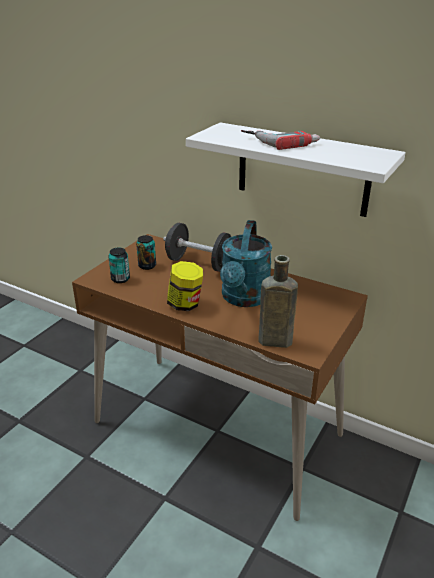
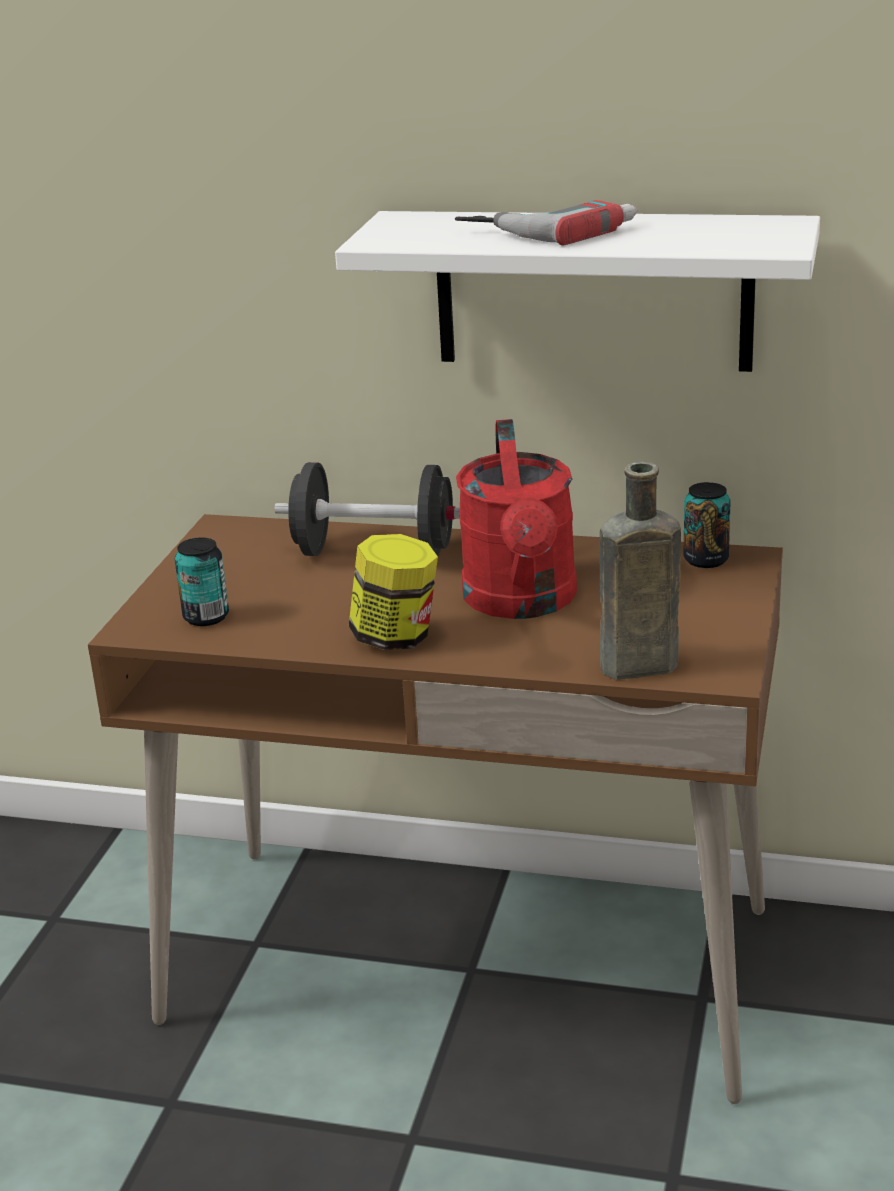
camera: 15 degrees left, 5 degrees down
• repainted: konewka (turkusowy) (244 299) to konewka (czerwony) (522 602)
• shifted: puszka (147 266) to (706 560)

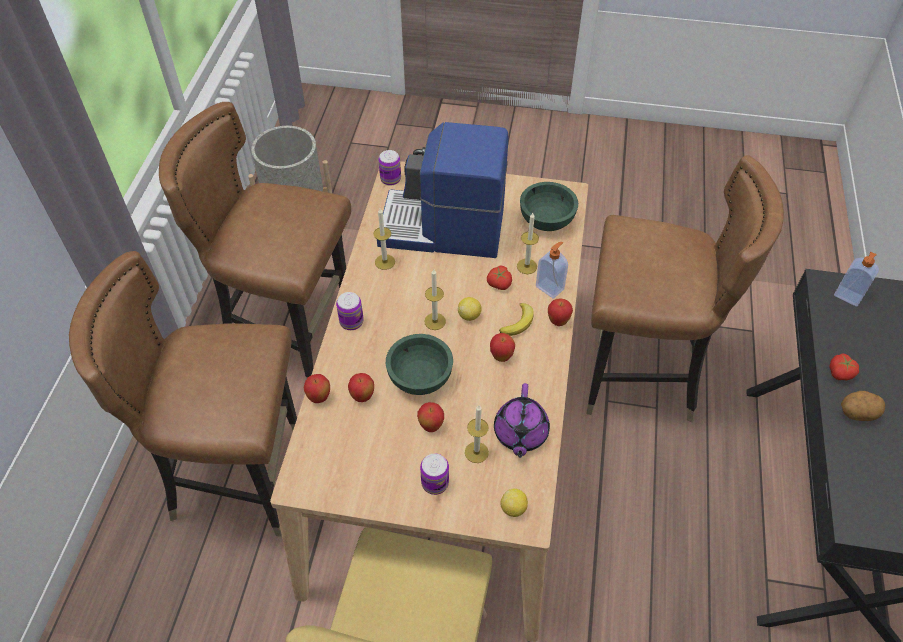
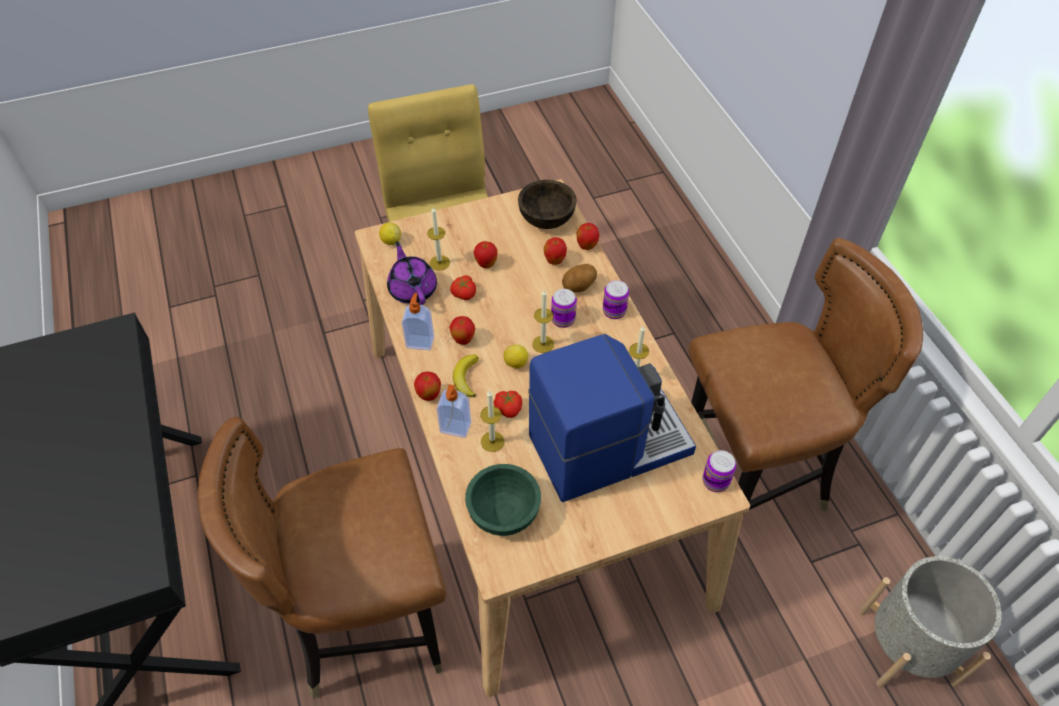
camera: 150 degrees right, 0 degrees up
• shifted: dozownik mydła (847 296) to (420 341)
• shifted: pomidor (841 373) to (463 294)
• new: miska (brązowy) (547 218)
• shifted: puszka (435 483) to (563 319)
• shifted: ziemniak (857 413) to (579 287)
• gone: krzesło (brązowy) (240 477)
• gone: miska (zielony) (420 377)

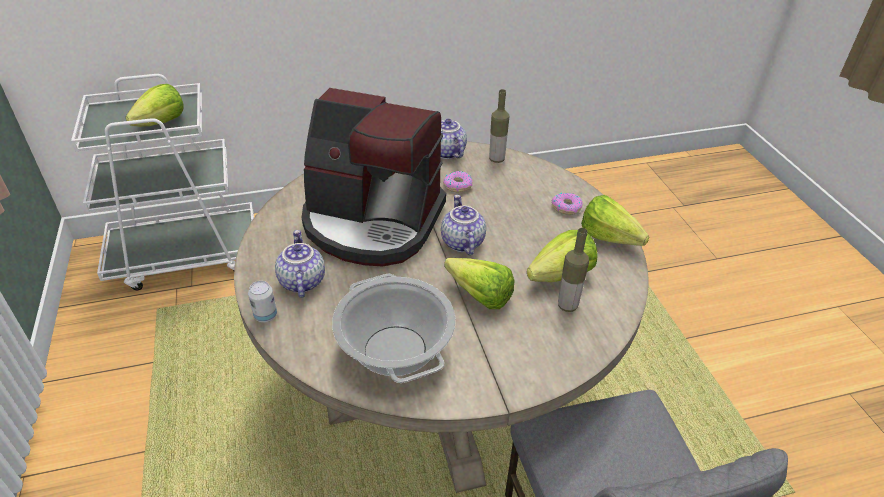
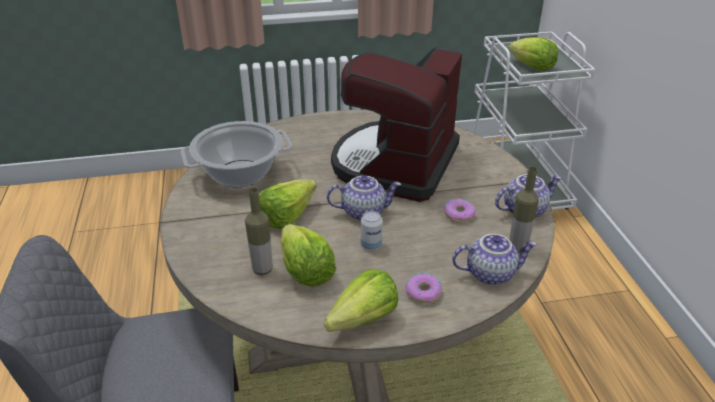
camera: 95 degrees right, 5 degrees down
• shifted: puszka (265 316) to (371 245)
• shifted: imbryk (301 281) to (490 273)

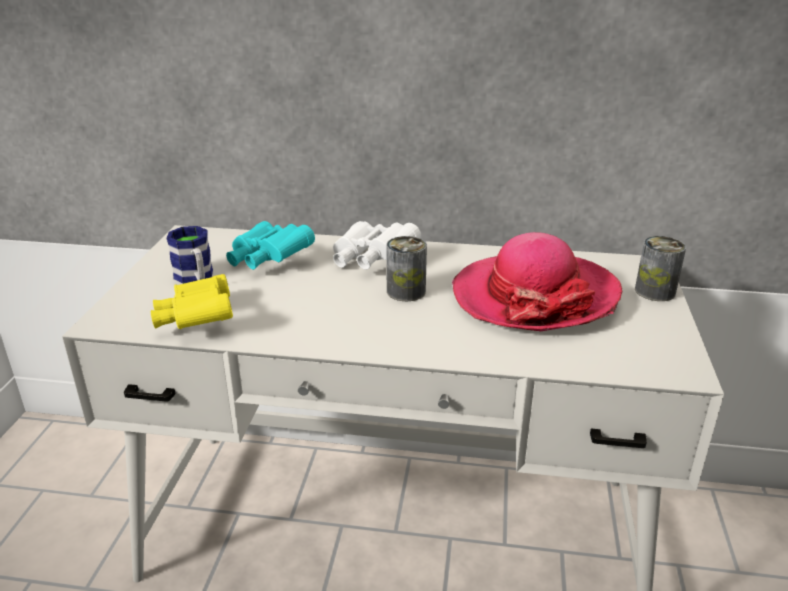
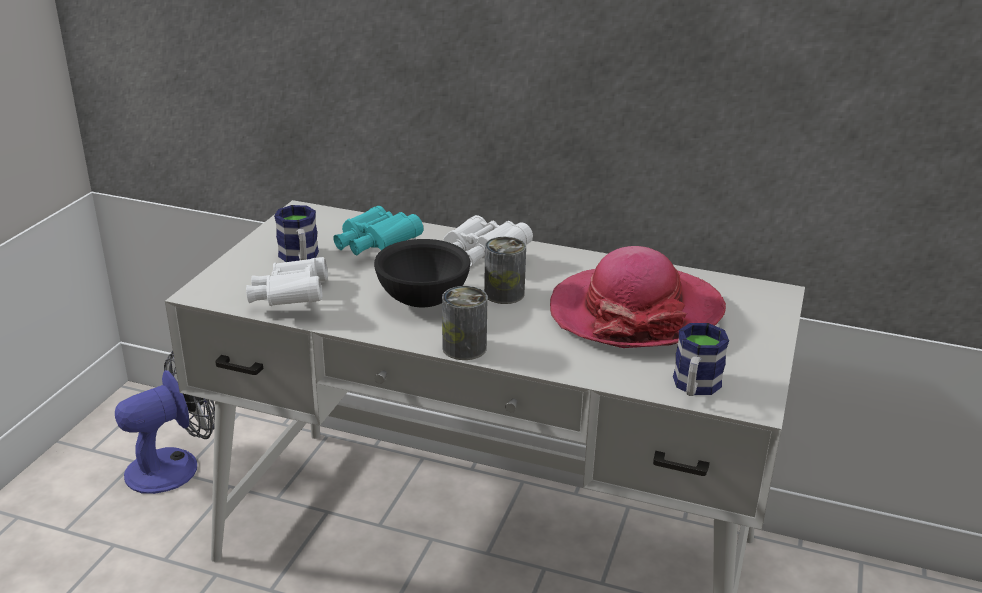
camera: 10 degrees right, 0 degrees up
• new: wentylator (174 465)
• repainted: lornetka (żółty) (197 320) to lornetka (biały) (291 300)
• new: miska (czarny) (424 299)
• shifted: puszka (655 291) to (464 348)
• new: kubek (694 387)

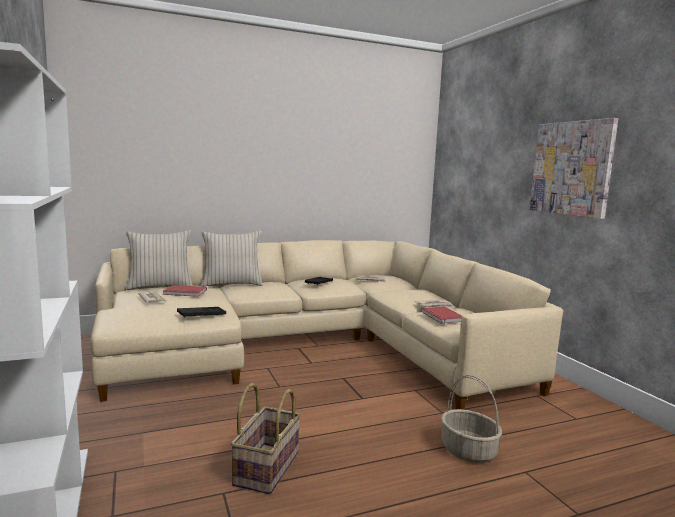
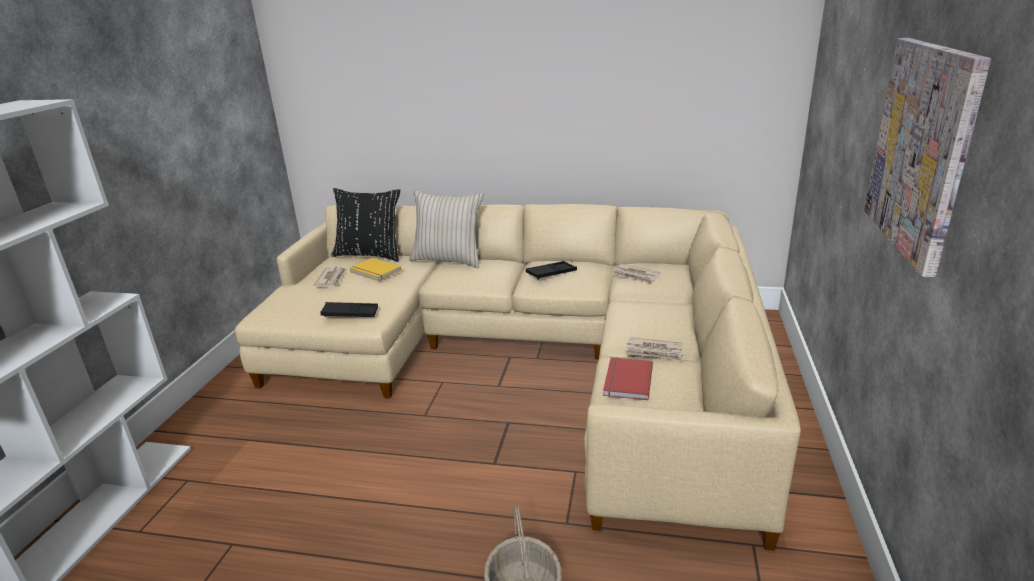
camera: 35 degrees right, 15 degrees up
• repainted: poduszka (beżowy) (160 286) to poduszka (czarny) (370 254)
• repainted: książka (czerwony) (184 292) to książka (żółty) (374 272)
• gone: koszyk (266 467)

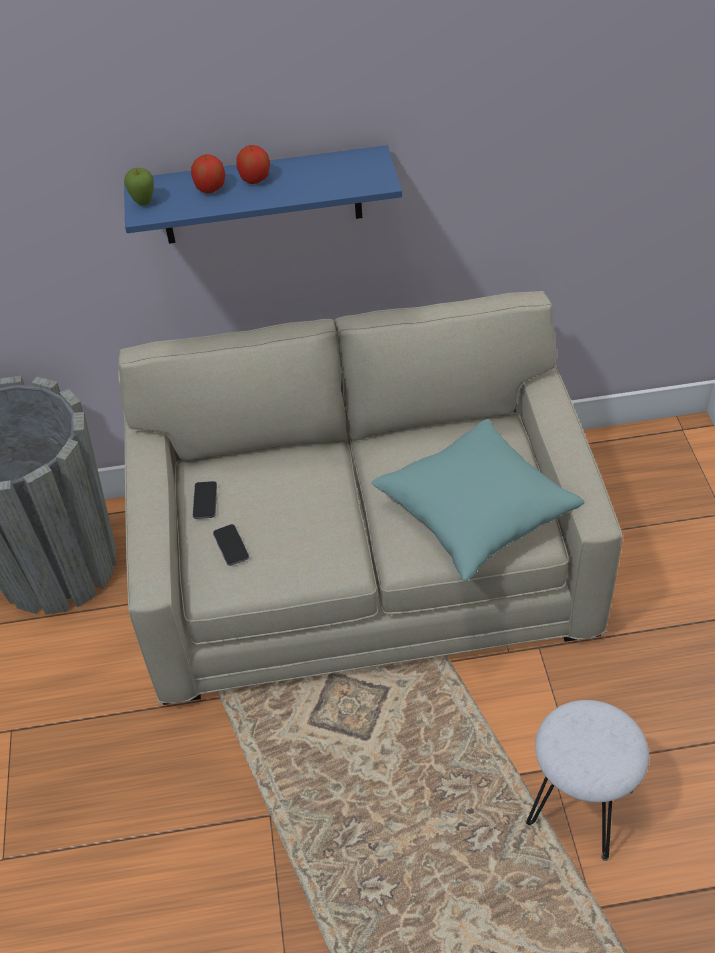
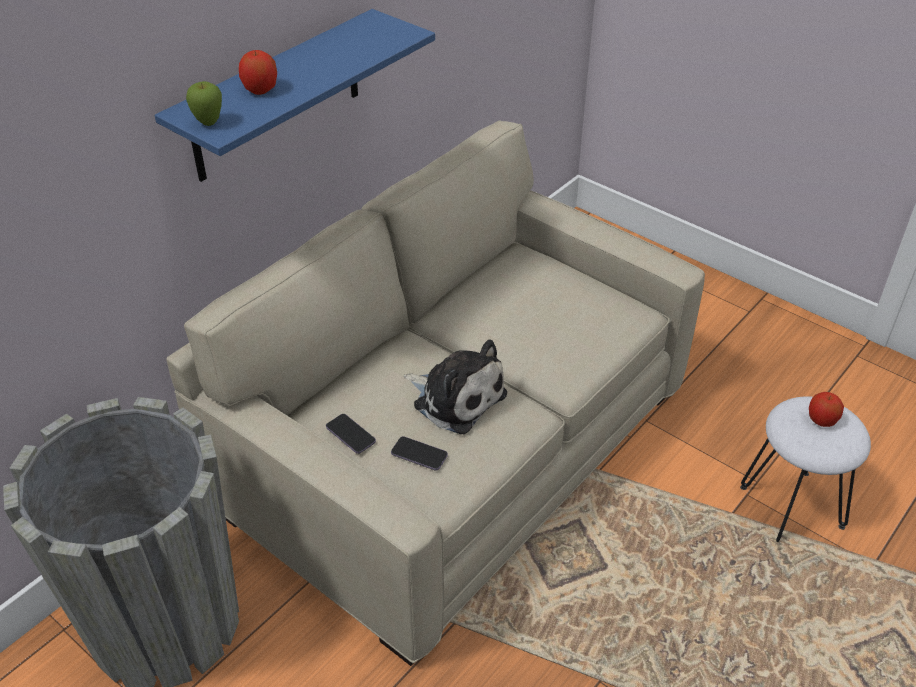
camera: 45 degrees left, 5 degrees down
• new: pluszak (456 398)
• shifted: jabłko (255 179) to (821 420)
• gone: poduszka (turkusowy) (475 512)

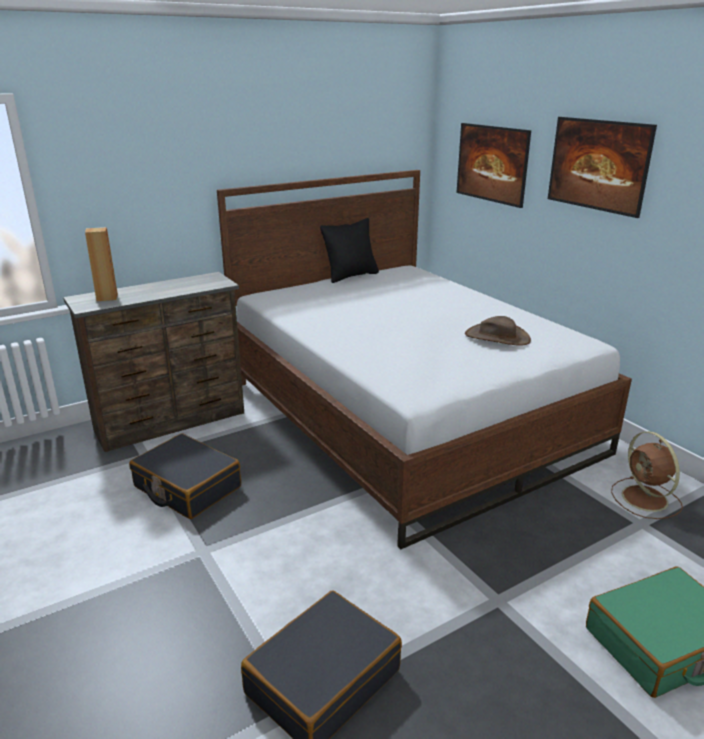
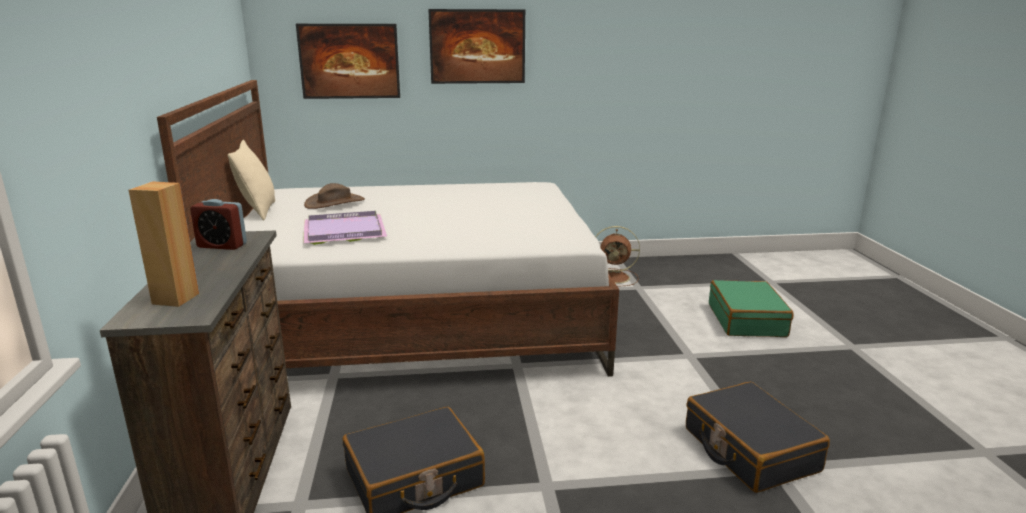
camera: 65 degrees left, 5 degrees down
• new: budzik (222 245)
• repainted: poduszka (czarny) (350 276) to poduszka (beżowy) (258 211)
• new: taca (fioletowy) (346 230)
• shifted: kapelusz (brązowy) (497 337) to (335 203)

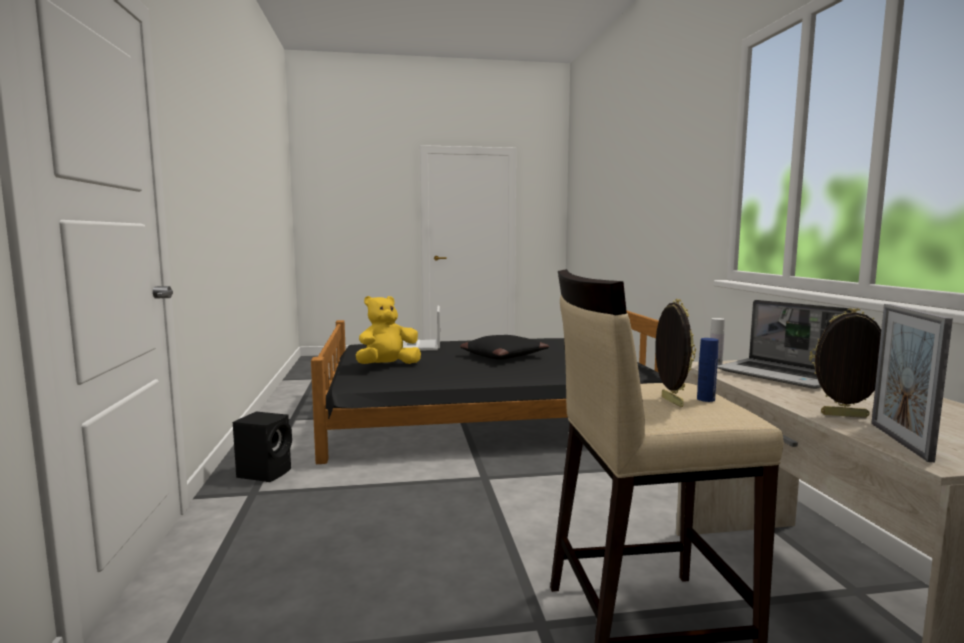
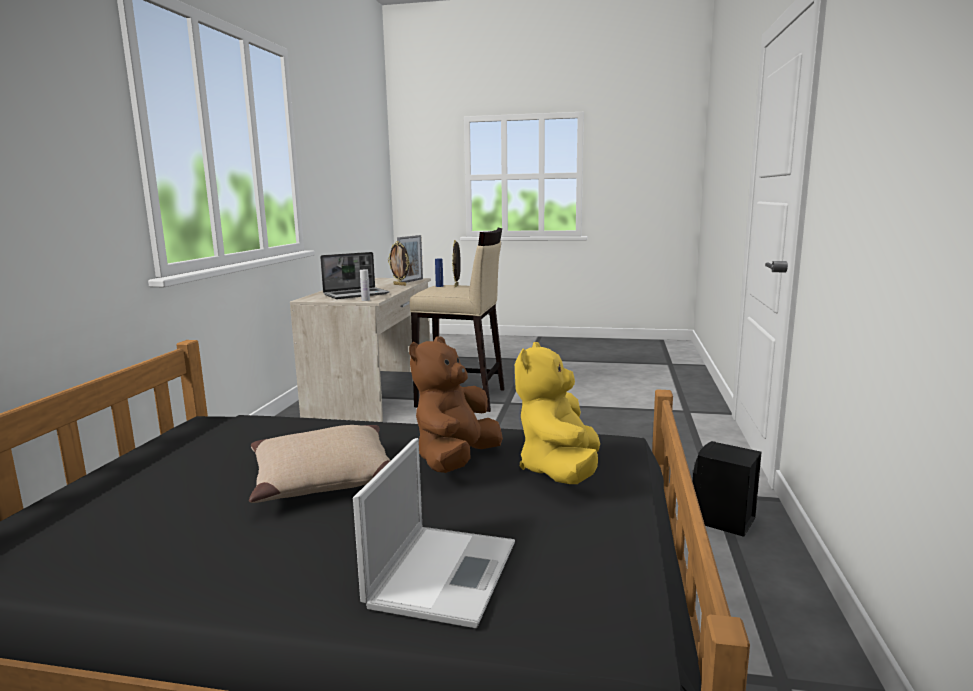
camera: 160 degrees left, 5 degrees up
• repainted: poduszka (czarny) (503 356) to poduszka (beżowy) (323 478)
• rotated: laptop (781 375) = (356 294) 75 degrees clockwise
• new: pluszak (brązowy) (456 461)
• rotated: pluszak (żółty) (387 366) = (560 471) 120 degrees clockwise

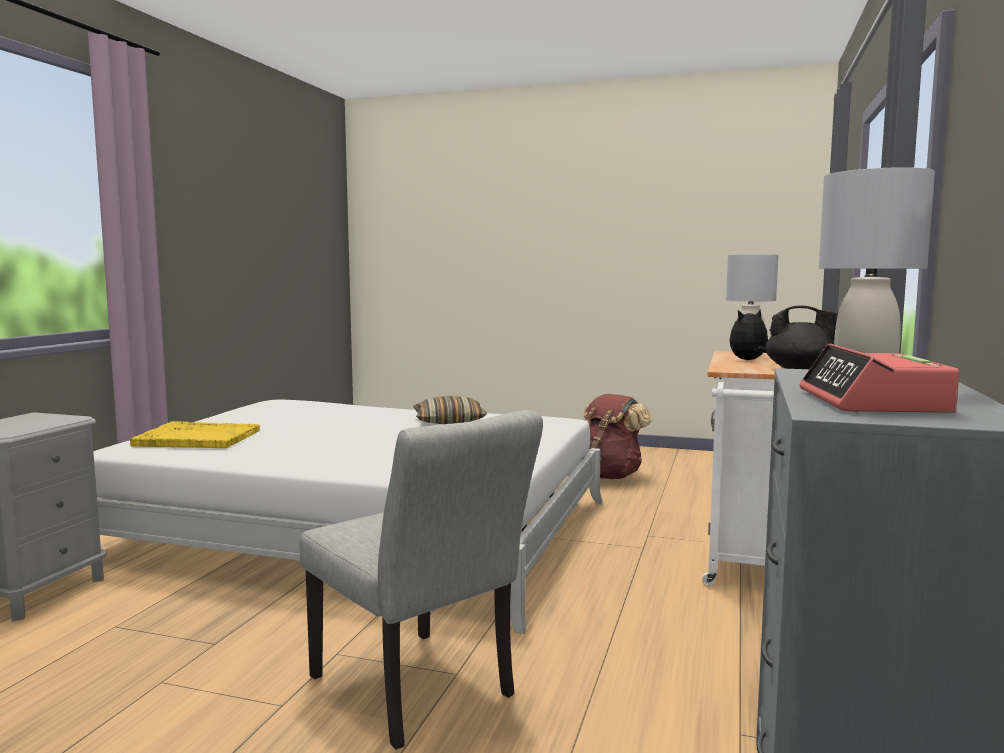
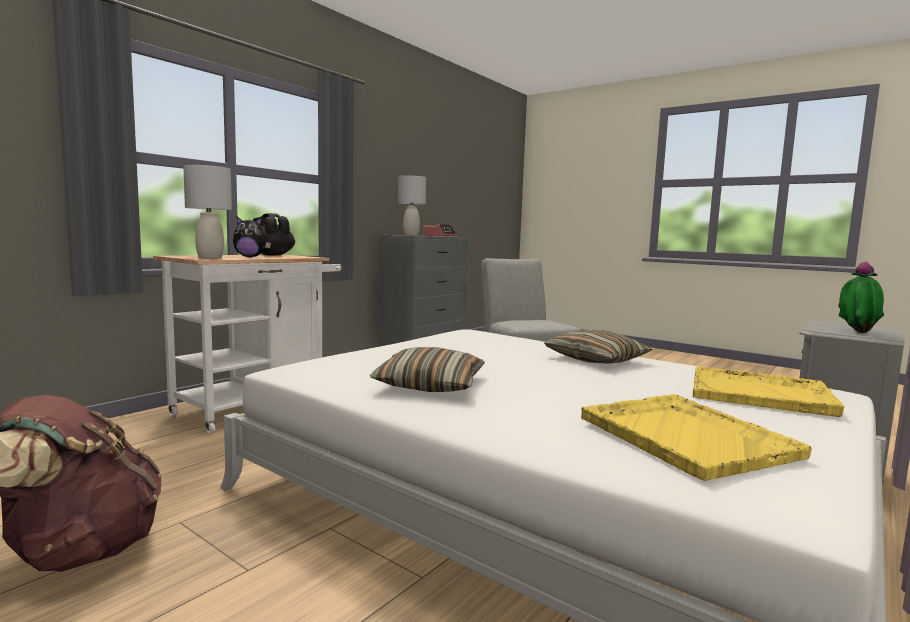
camera: 160 degrees left, 0 degrees up
• new: poduszka (596 360)
• new: taca (żółty) (684 436)
• new: roślina doniczkowa (856 332)

